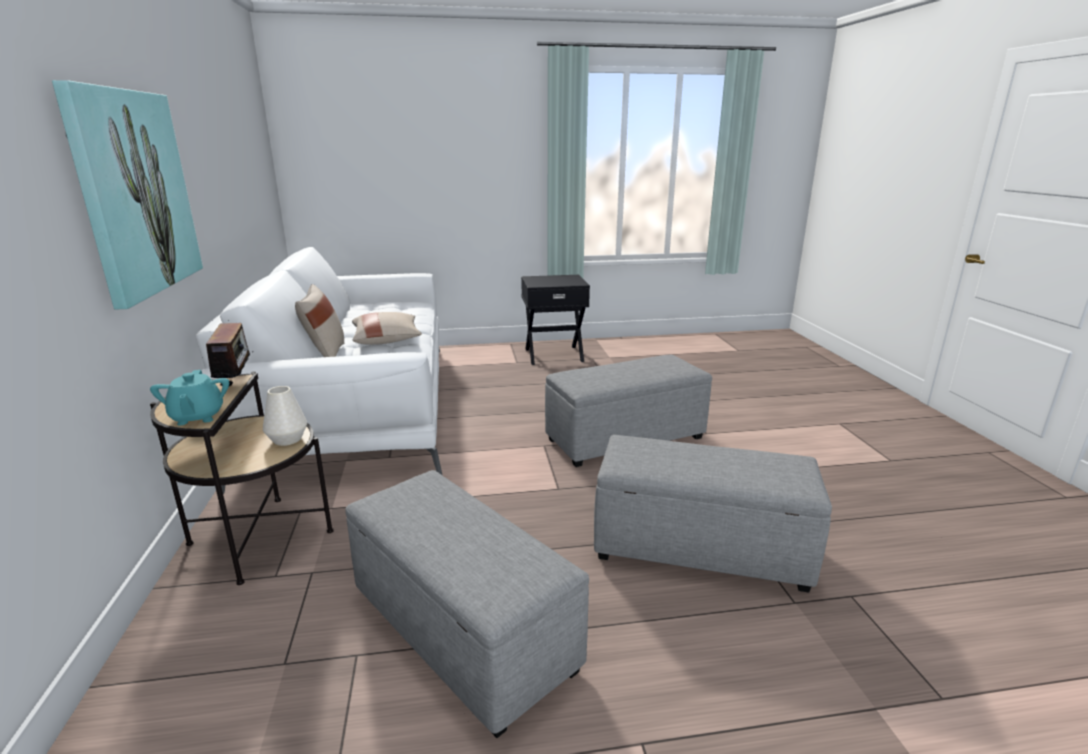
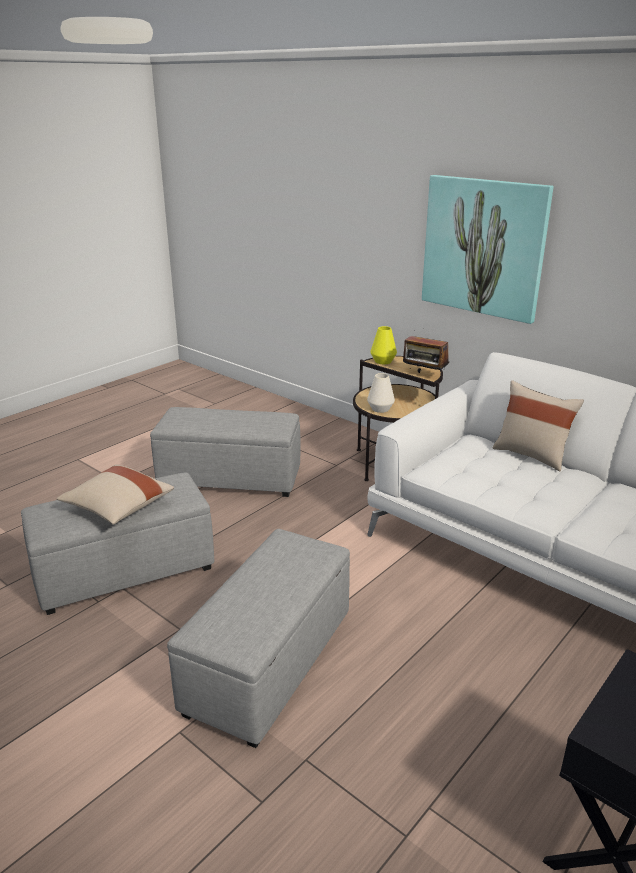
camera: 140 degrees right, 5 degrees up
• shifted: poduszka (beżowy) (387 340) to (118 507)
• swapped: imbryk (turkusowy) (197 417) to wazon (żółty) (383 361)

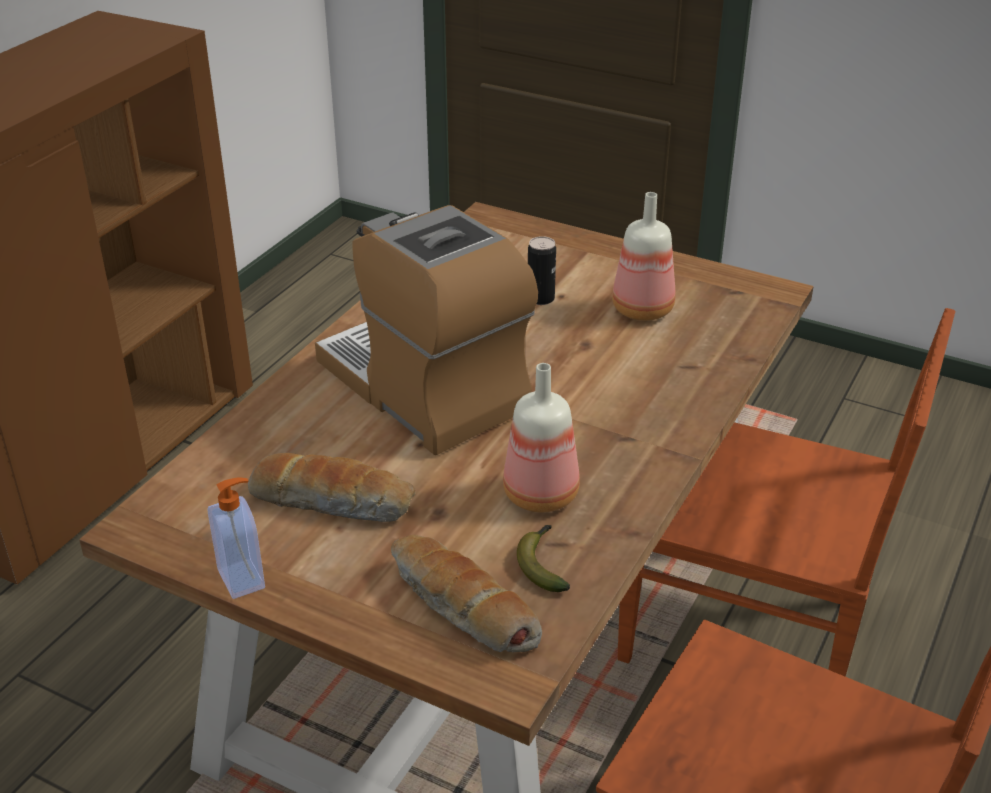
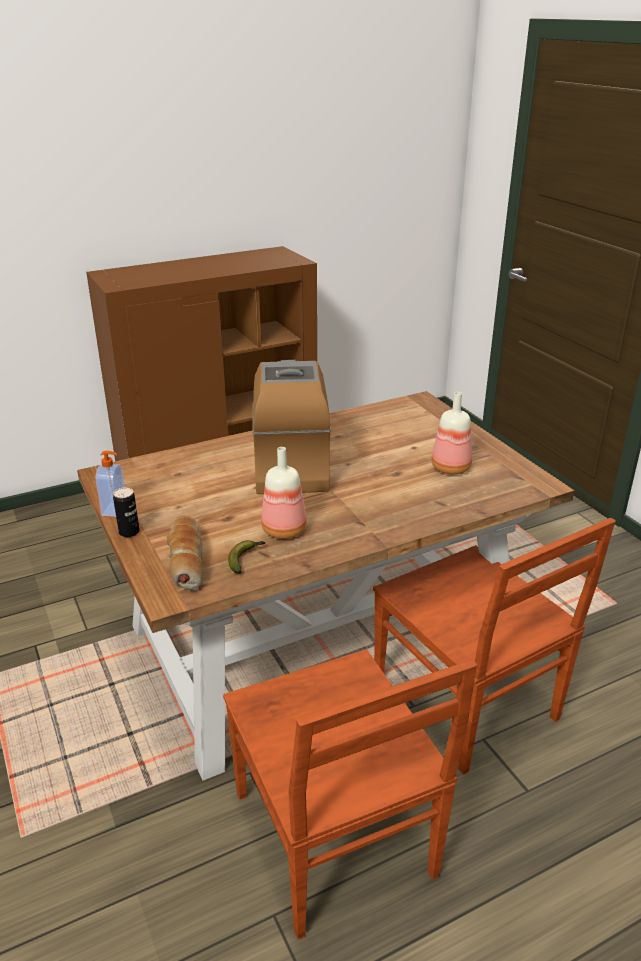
camera: 35 degrees right, 5 degrees down
• shifted: puszka (540 298) to (129 532)
• gone: chleb (333 501)

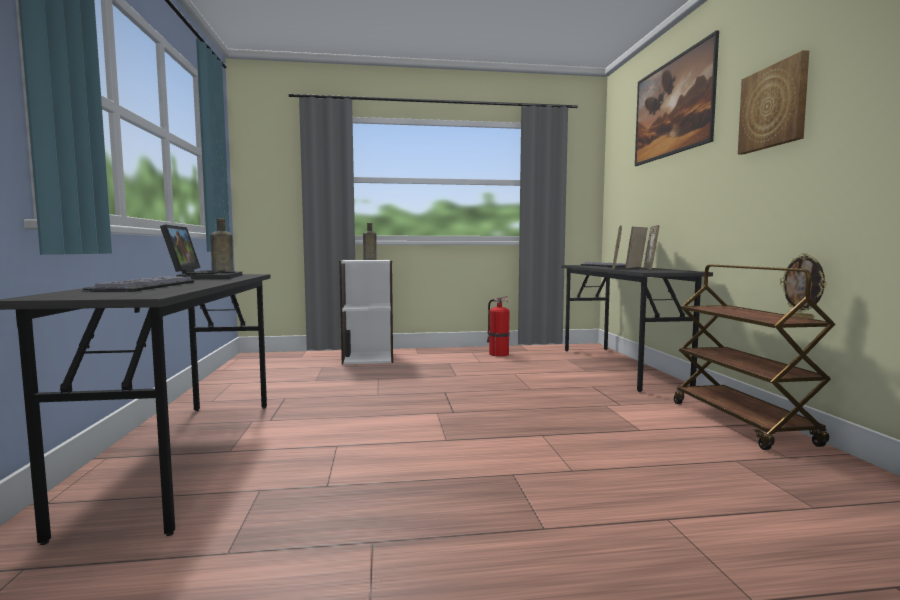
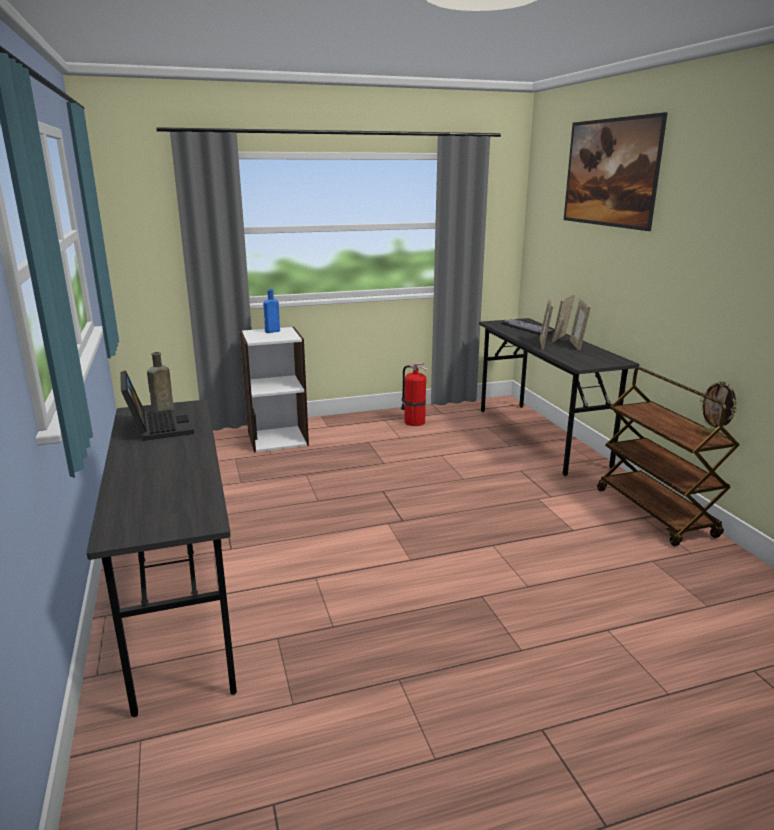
camera: 10 degrees left, 15 degrees up
• repainted: butelka (brązowy) (368 259) to butelka (niebieski) (271 331)
• gone: klawiatura (140 286)
• gone: obraz (773 107)

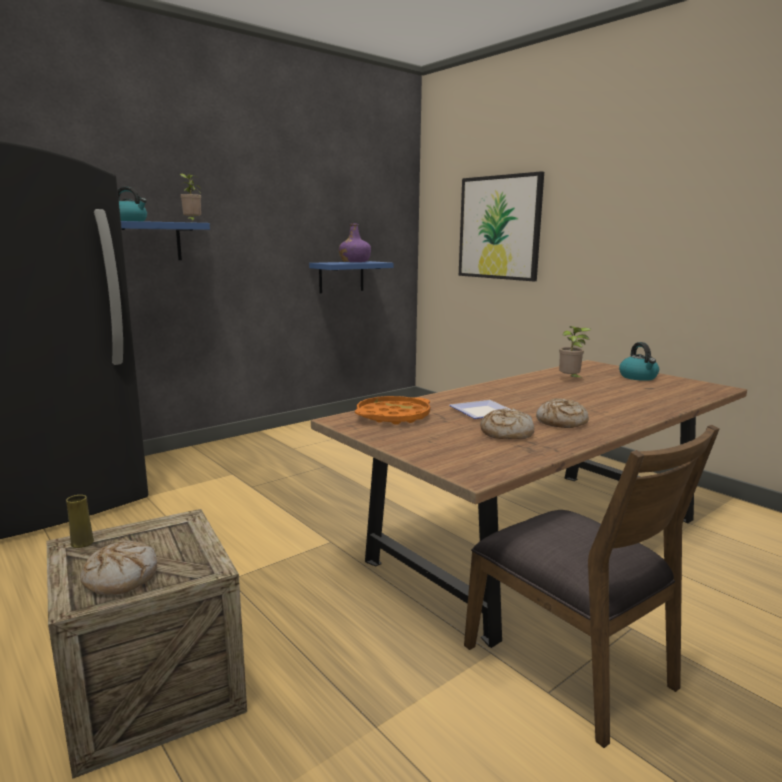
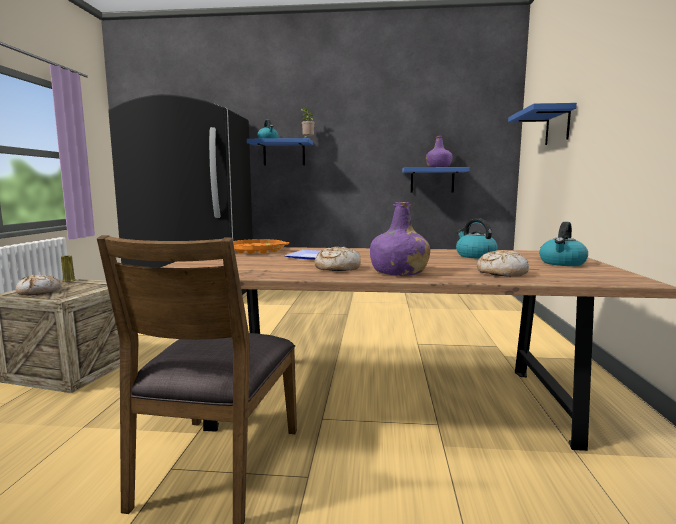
camera: 45 degrees right, 5 degrees down
• new: butelka (fioletowy) (399 272)
• swapped: roślina doniczkowa (570 380) to czajnik (475 256)
• shifted: chleb (506 433) to (501 273)
• swapped: obraz (499 227) to półka (niebieski) (557 126)

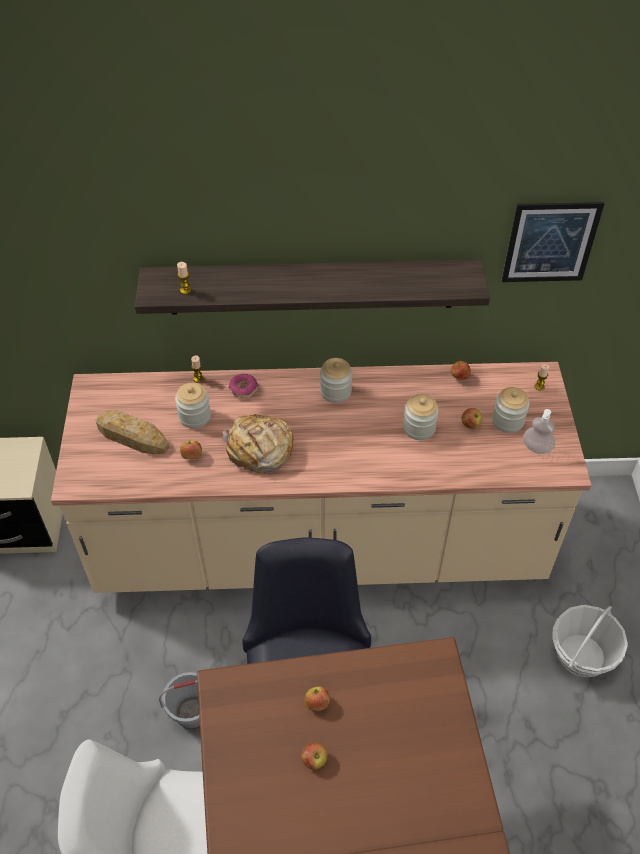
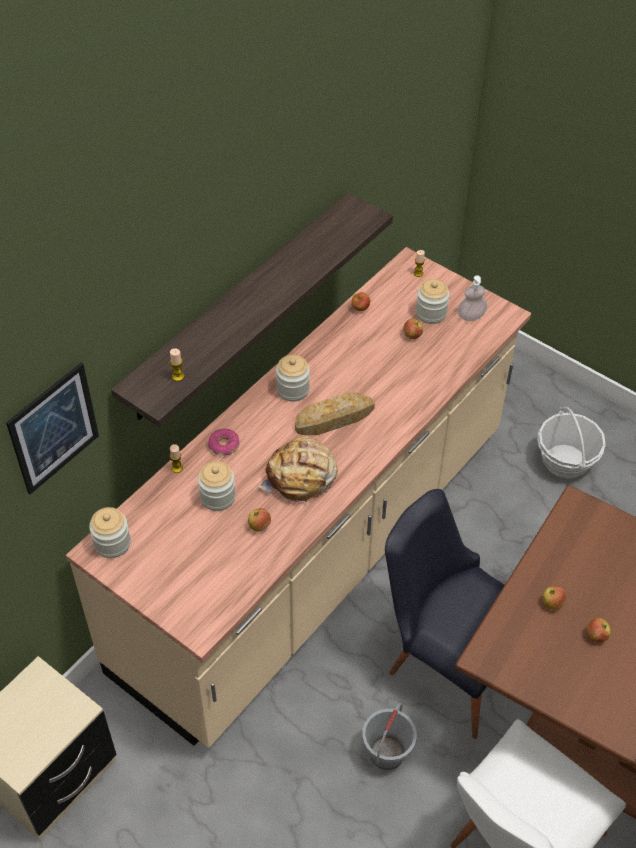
camera: 50 degrees left, 0 degrees up
• shifted: obraz (550 242) to (54 428)
• shifted: słoik (419 428) to (112 543)
• shifted: chleb (132 436) to (334 418)

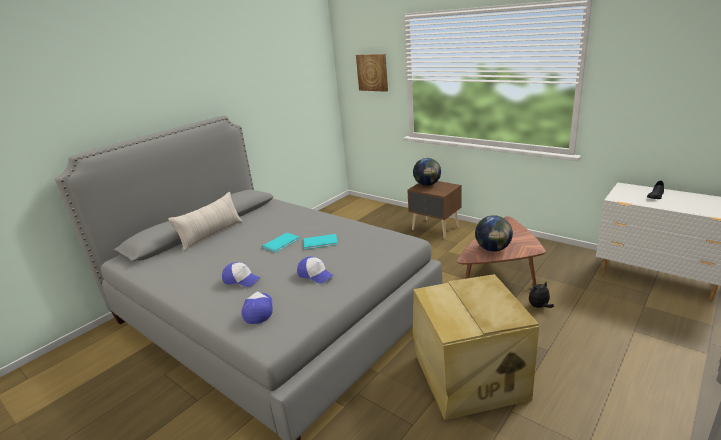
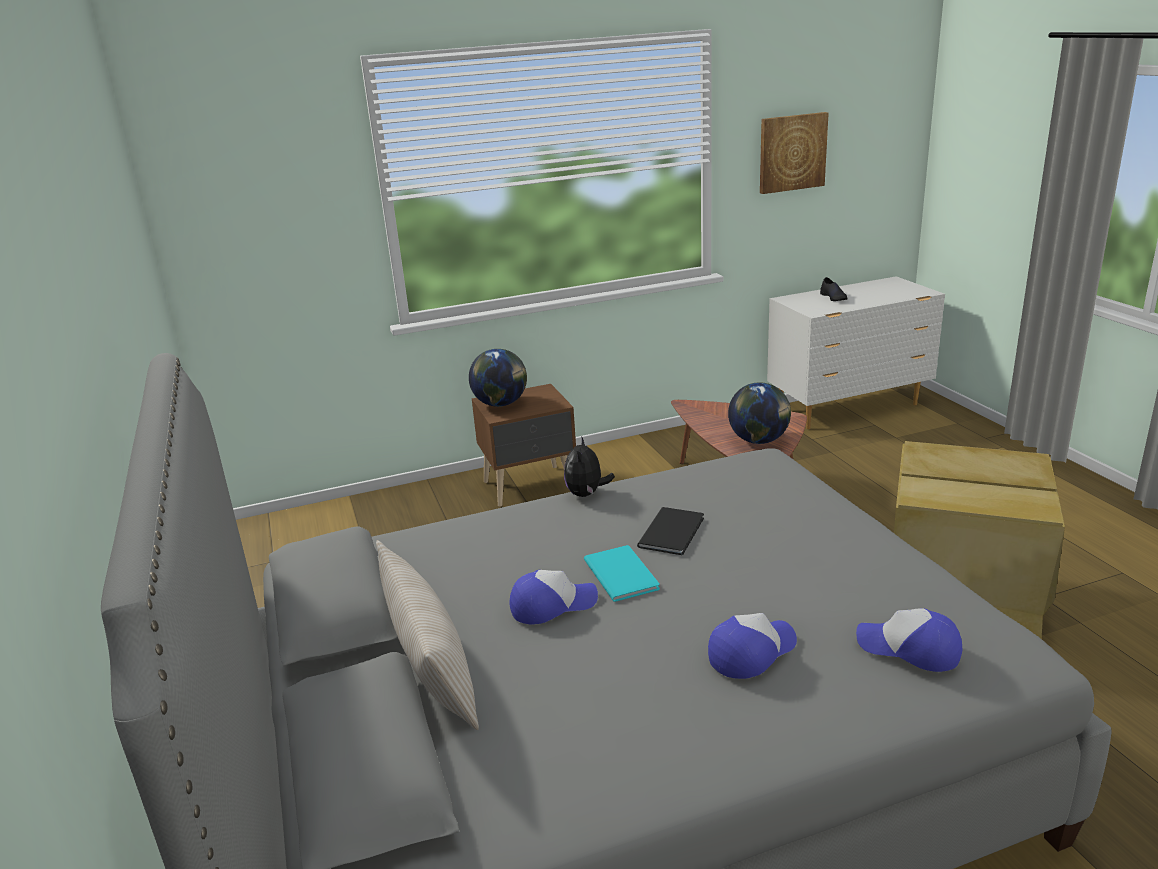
camera: 60 degrees left, 0 degrees up
• shifted: czapka z daszkiem (315 275) to (552 605)
• shifted: pluszak (539 307) to (586 494)
• repainted: książka (turkusowy) (321 242) to książka (czarny) (674 531)
• shifted: obraz (372 72) to (792 152)

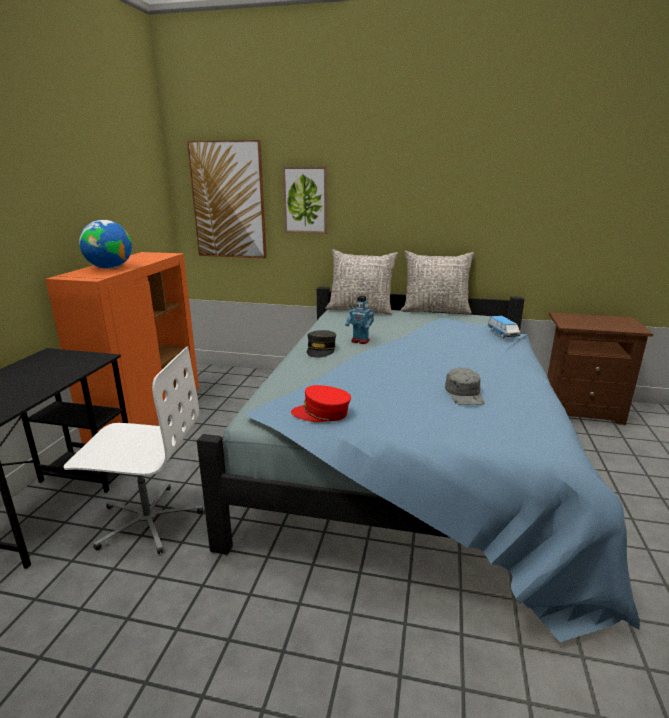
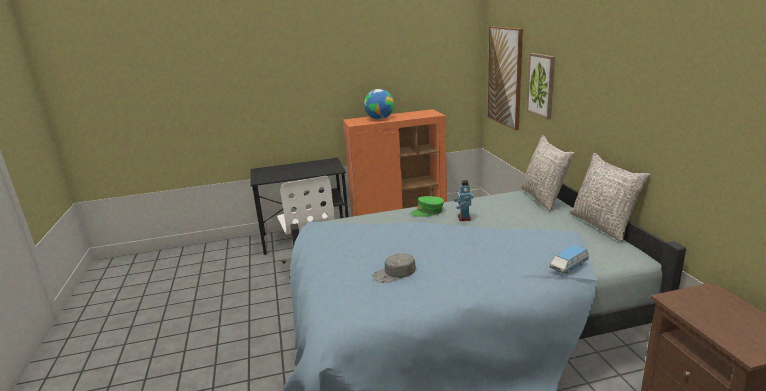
camera: 65 degrees right, 0 degrees up
• repainted: czapka z daszkiem (szary) (321 350) to czapka z daszkiem (zielony) (428 212)
• gone: czapka z daszkiem (czerwony) (321 413)

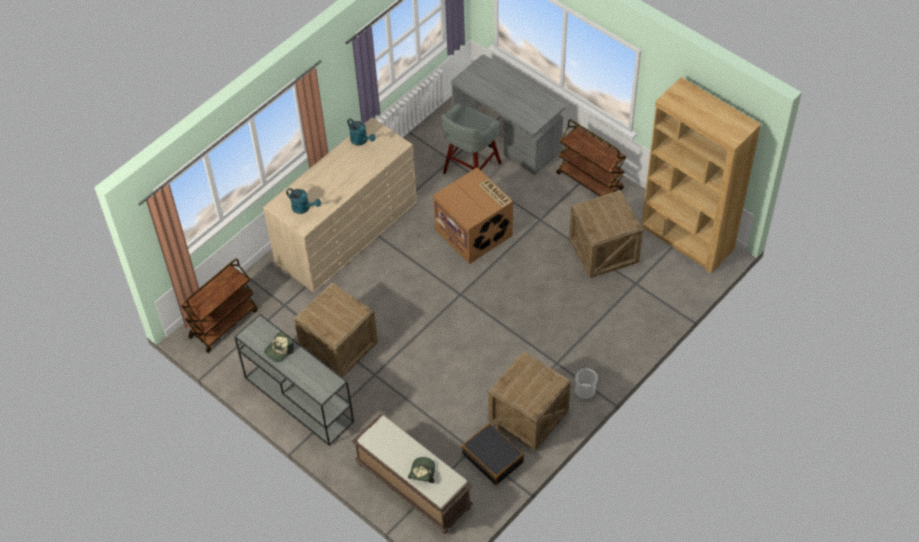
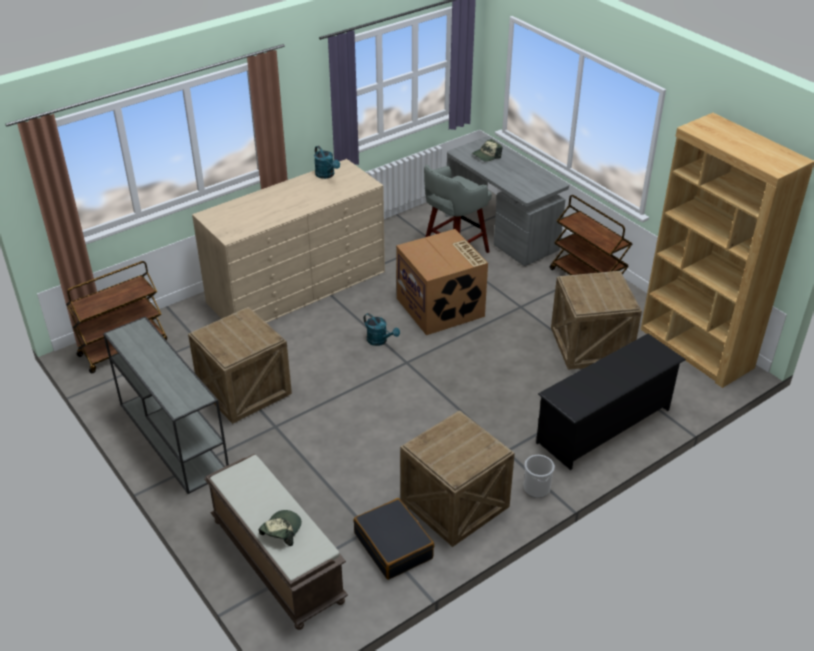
camera: 10 degrees right, 15 degrees down
• shifted: konewka (turkusowy) (303 208) to (380 341)
• shifted: czapka z daszkiem (279 350) to (486 155)
• new: regał na buty (czarny) (604 426)

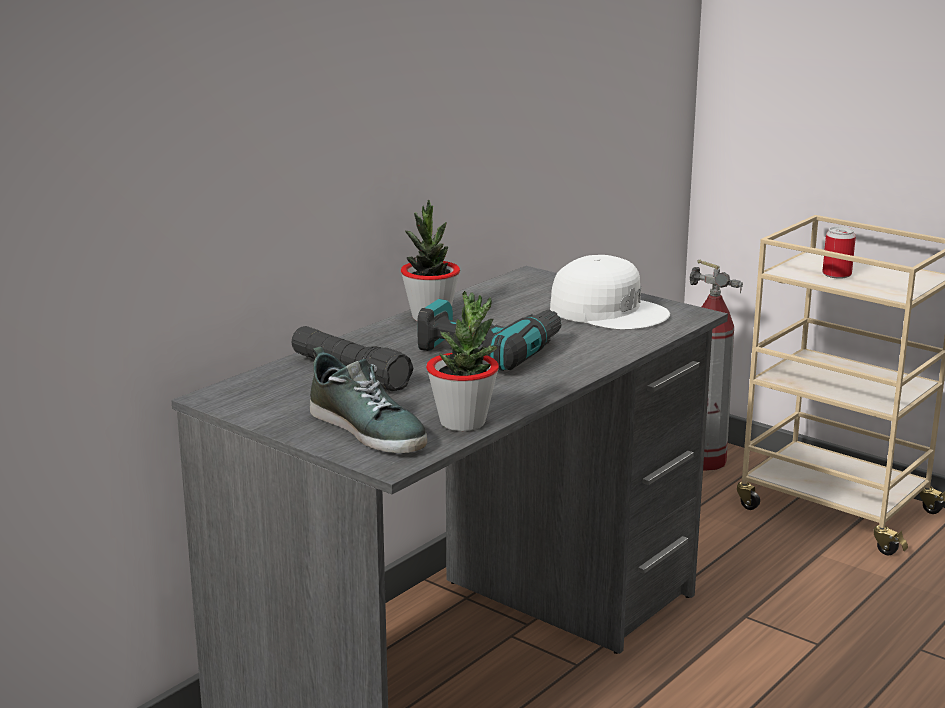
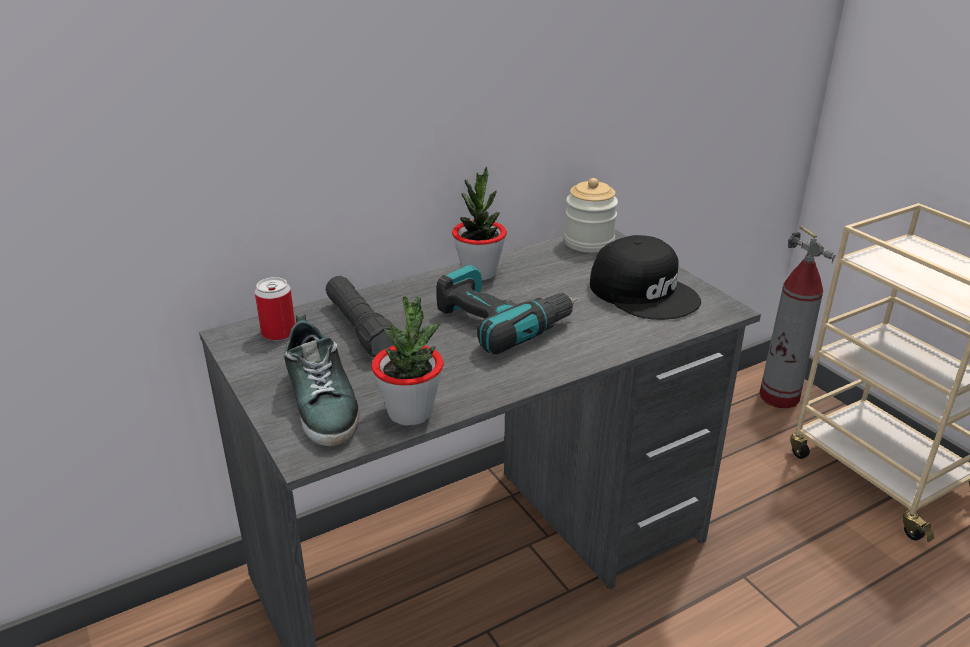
camera: 20 degrees right, 10 degrees up
• shifted: puszka (836 274) to (278 333)
• new: słoik (589 242)
• repainted: czapka z daszkiem (biały) (608 311) to czapka z daszkiem (czarny) (644 292)

